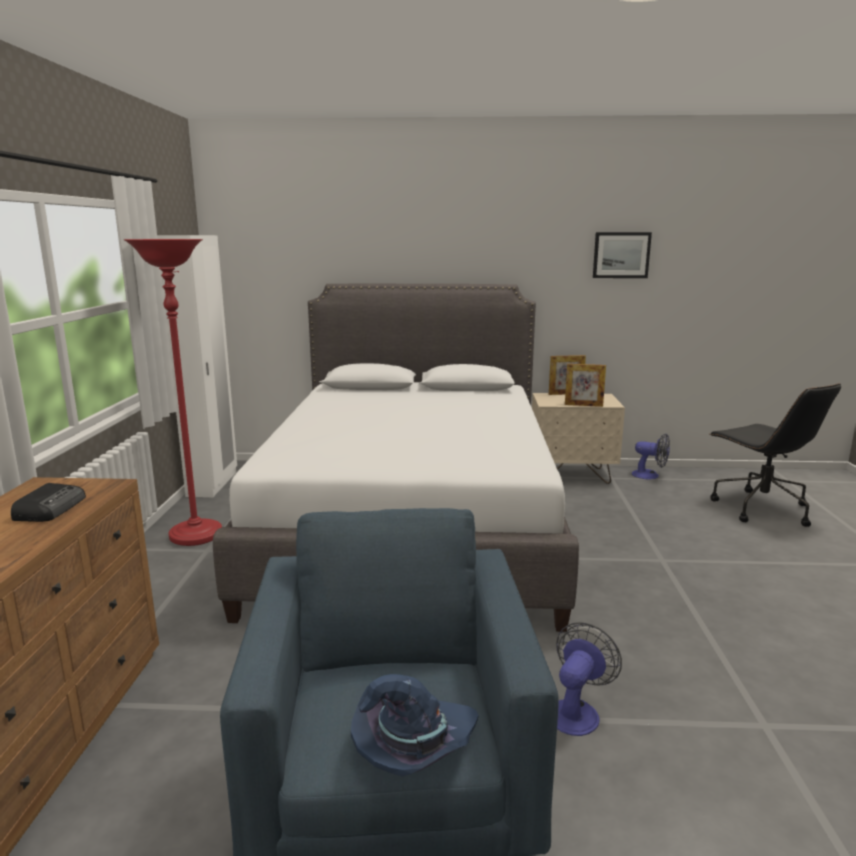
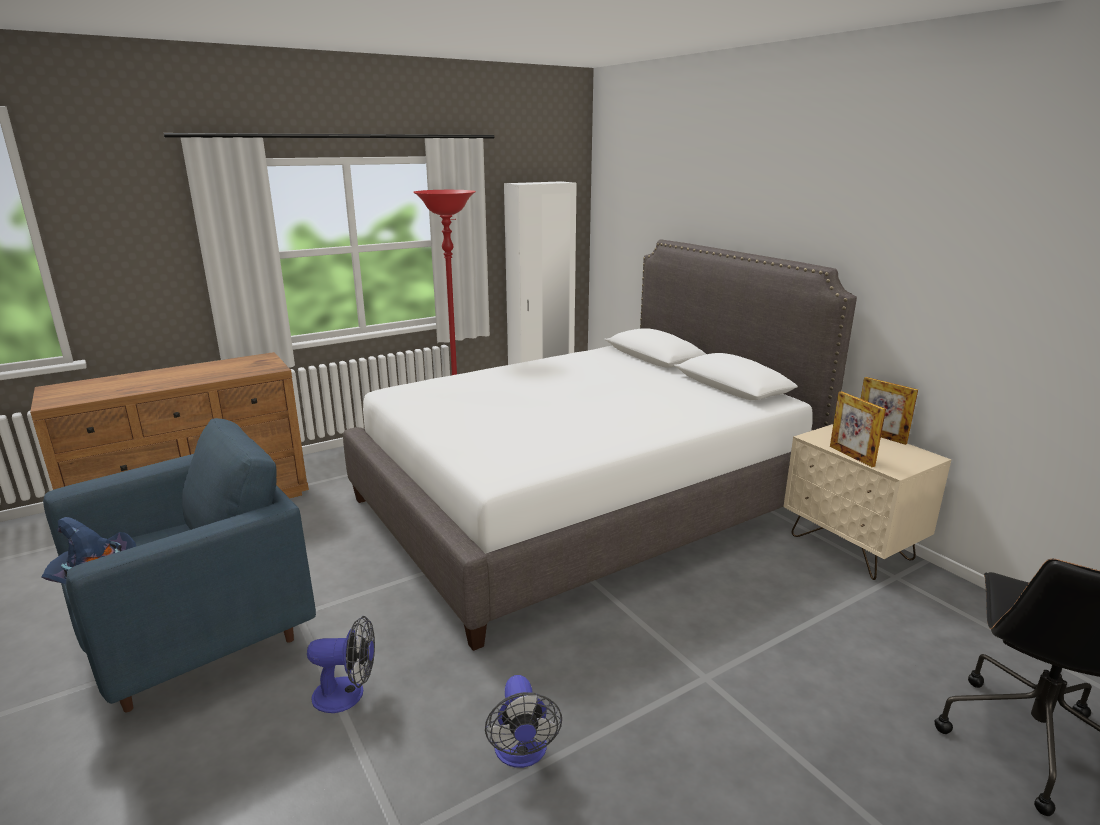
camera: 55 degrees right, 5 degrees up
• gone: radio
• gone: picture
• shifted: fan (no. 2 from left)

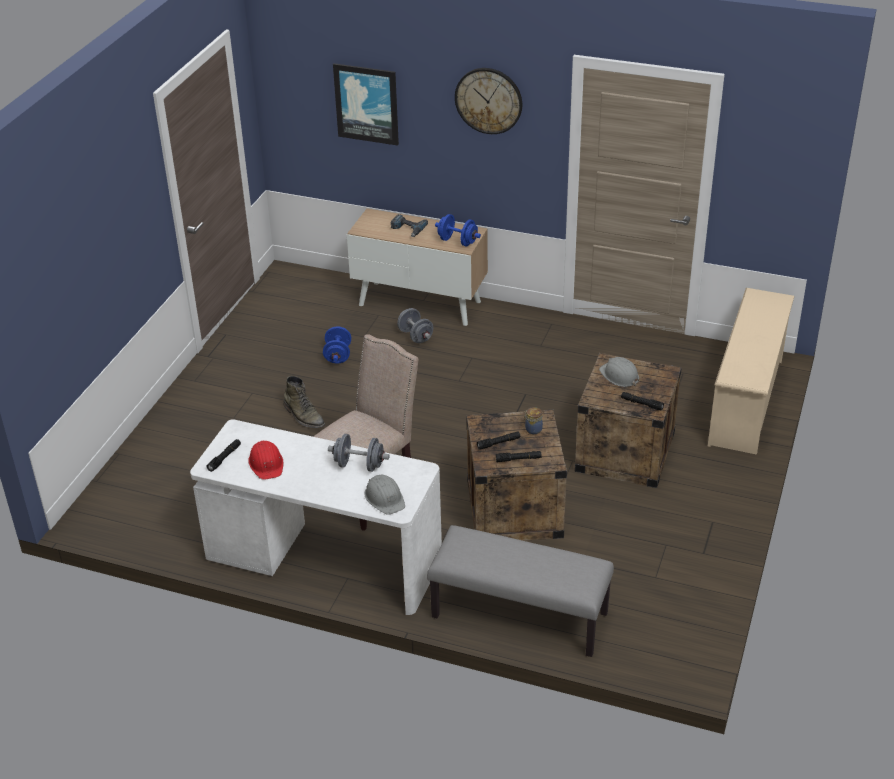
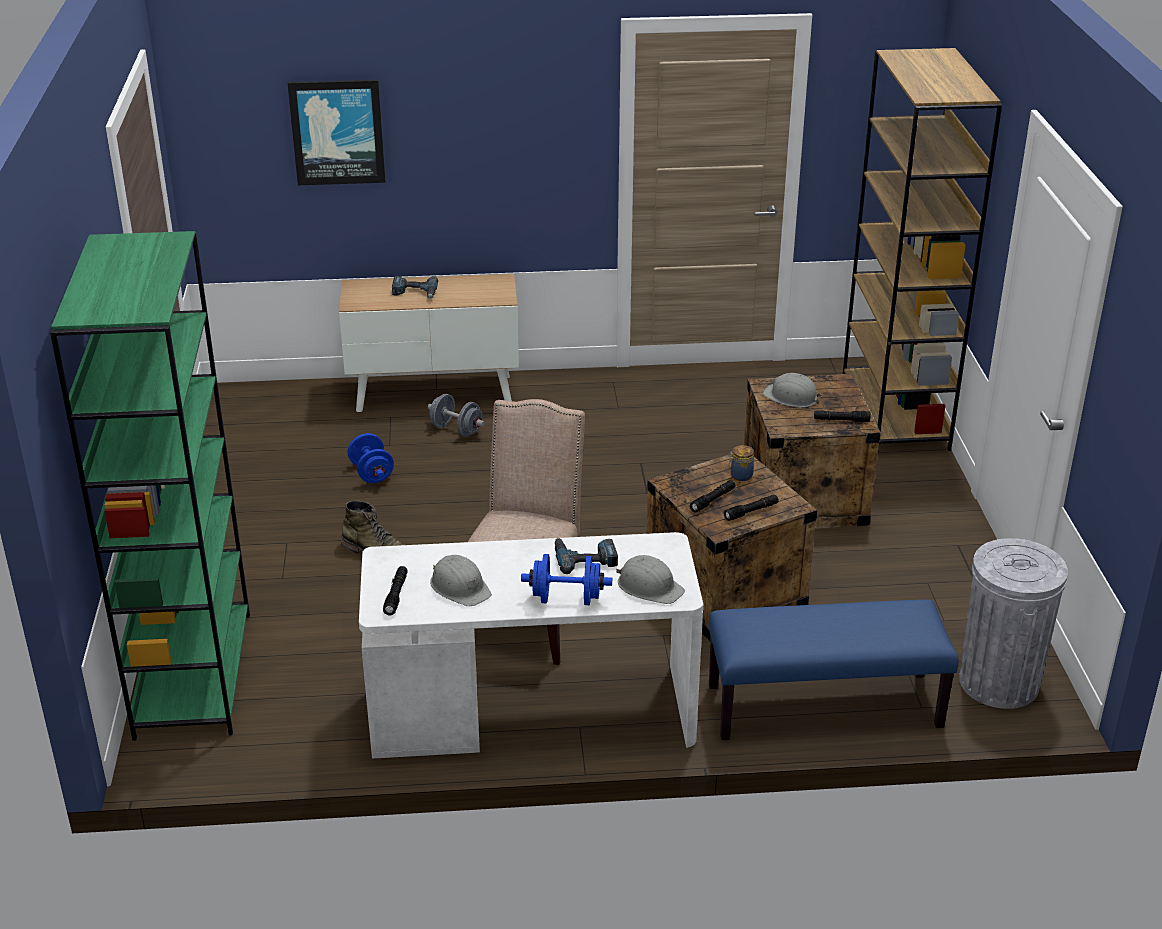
camera: 25 degrees left, 5 degrees down
• repainted: red safety helmet to grey safety helmet (no. 1 from left)
• swapped: grey hand weight (no. 1 from left) to drill (no. 2 from left)
• repainted: grey bench to blue bench
• shifted: blue hand weight (no. 2 from left)
• gone: hanging clock
• swapped: sand-coloured shoe stand to brown-coloured bookshelf
• new: green-coloured bookshelf
• new: grey waste bin

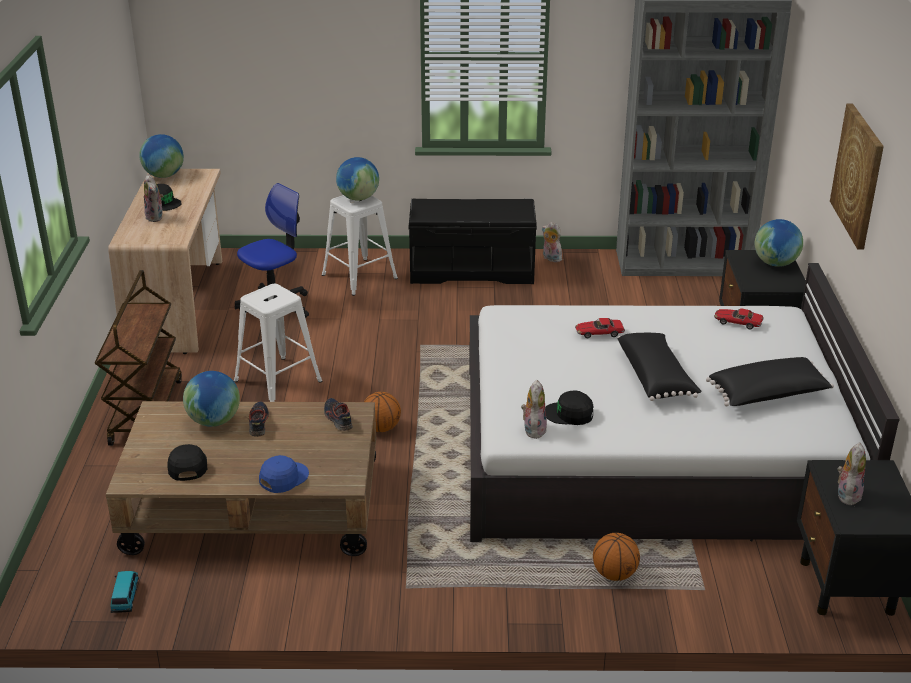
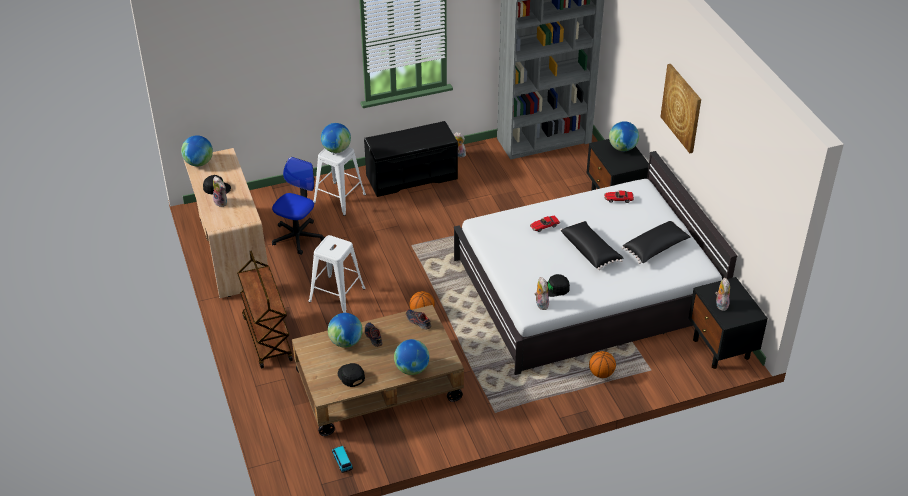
camera: 20 degrees left, 10 degrees up
• swapped: blue baseball cap to globe (no. 4 from left)

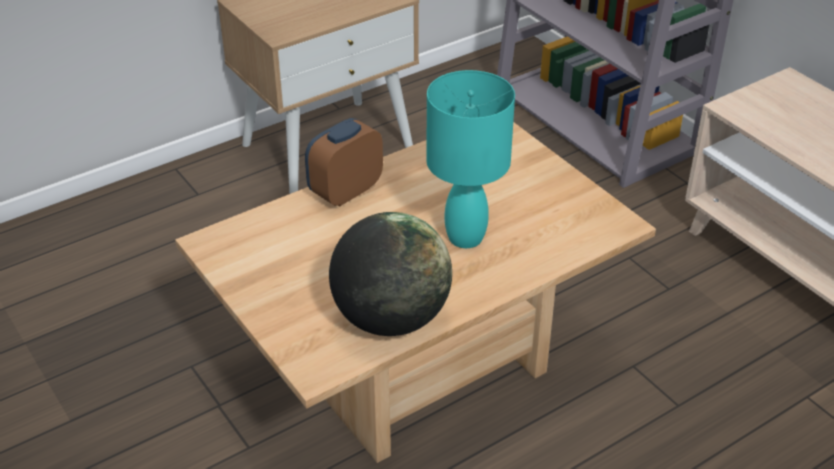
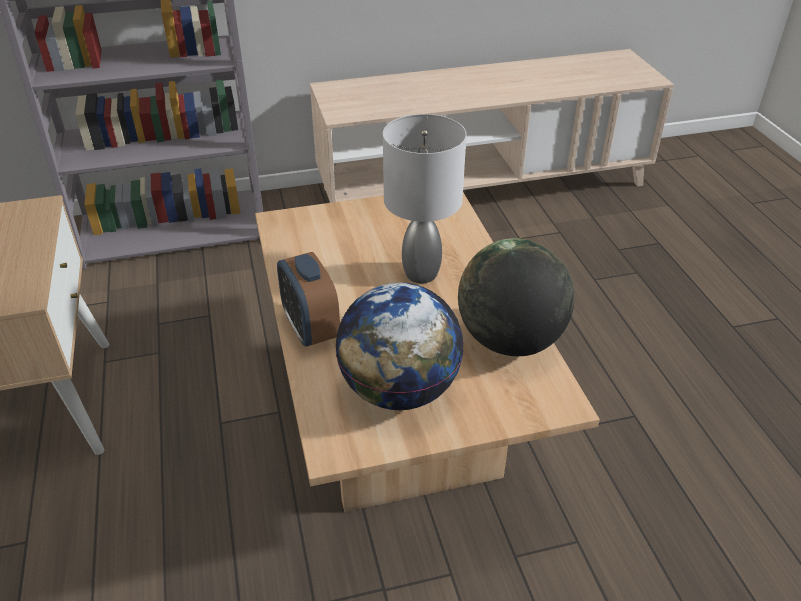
camera: 70 degrees left, 0 degrees up
• repainted: turquoise-coloured table lamp to grey table lamp
• new: globe (no. 1 from left)

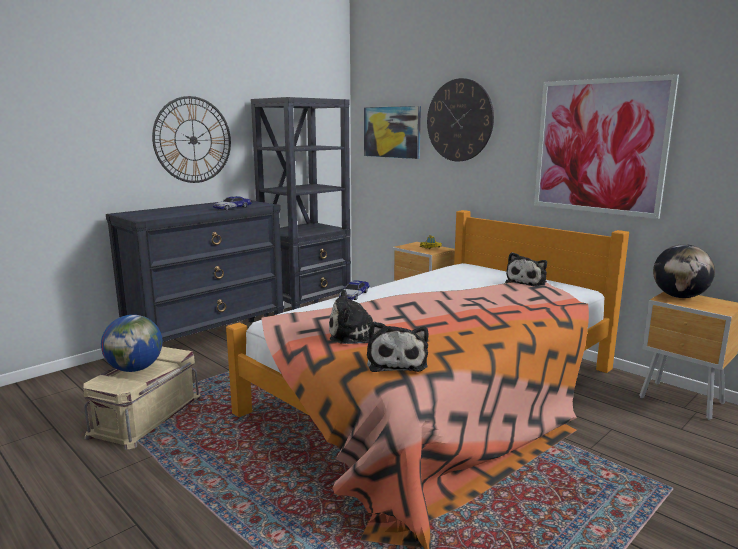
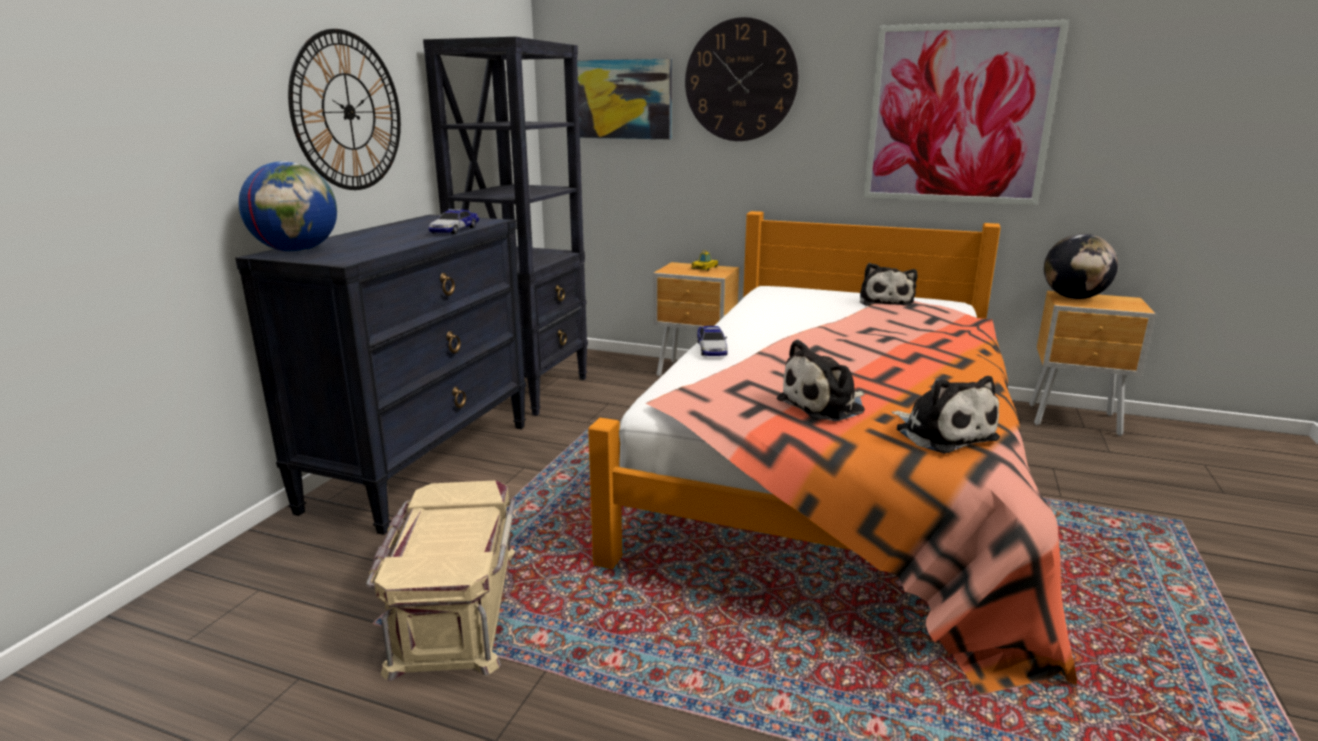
camera: 25 degrees left, 5 degrees up
• shifted: globe (no. 1 from left)

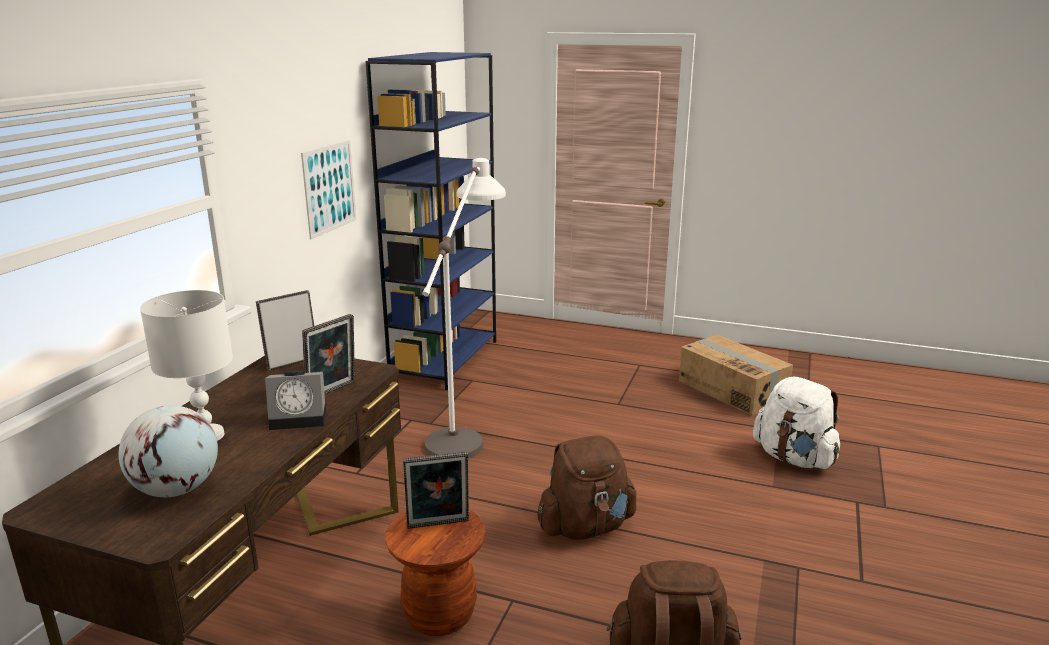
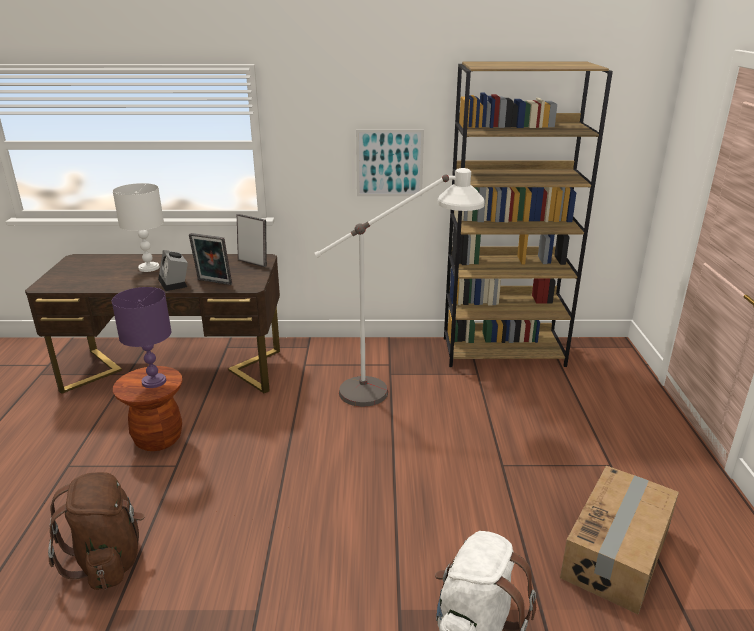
camera: 70 degrees right, 5 degrees up
• gone: globe
• repainted: blue bookshelf to brown-coloured bookshelf
• swapped: picture frame (no. 3 from left) to purple table lamp
• gone: brown-coloured rucksack (no. 1 from left)

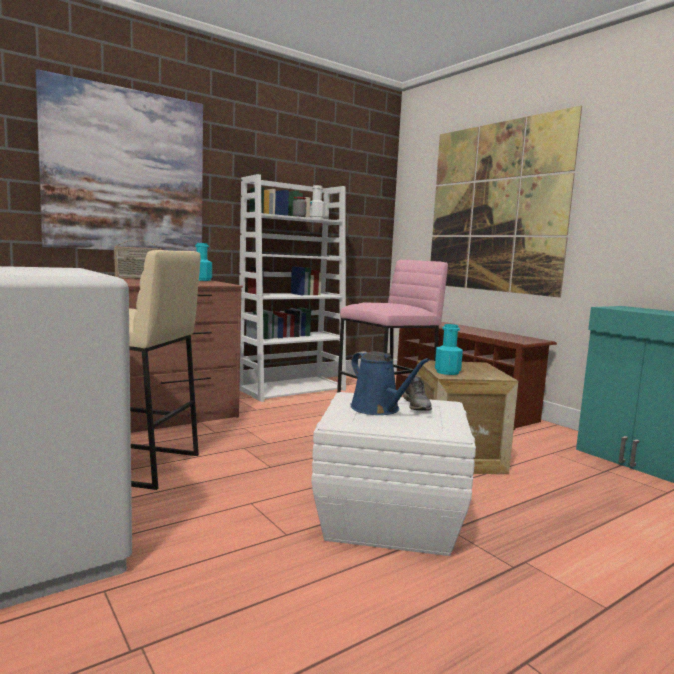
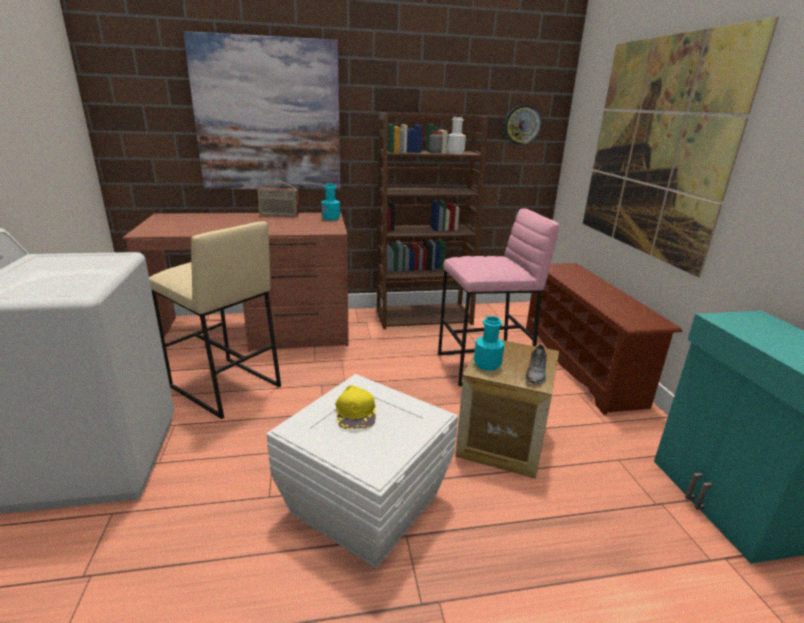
camera: 25 degrees right, 15 degrees up
• repainted: white bookshelf to brown-coloured bookshelf
• swapped: blue watering can to yellow baseball cap
• shifted: grey item of footwear
• new: hanging clock

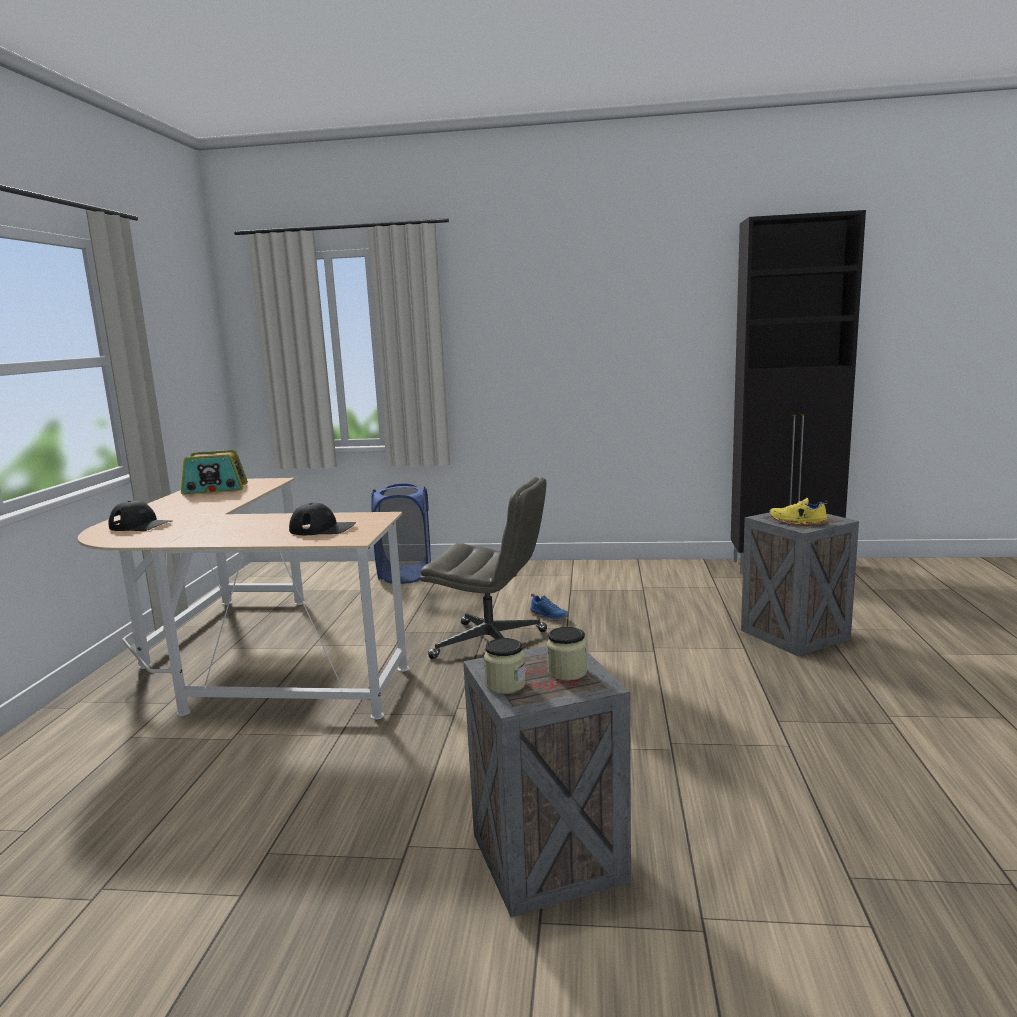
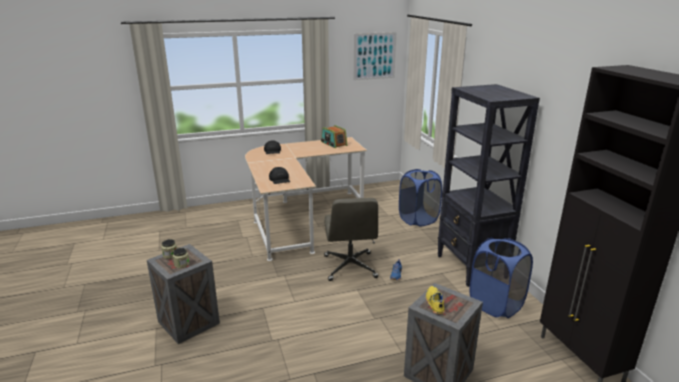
camera: 65 degrees right, 10 degrees up
• new: picture
• new: black bookshelf
• new: blue washing basket (no. 2 from left)

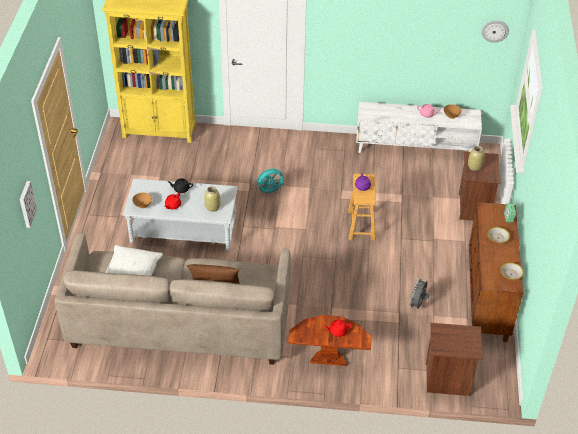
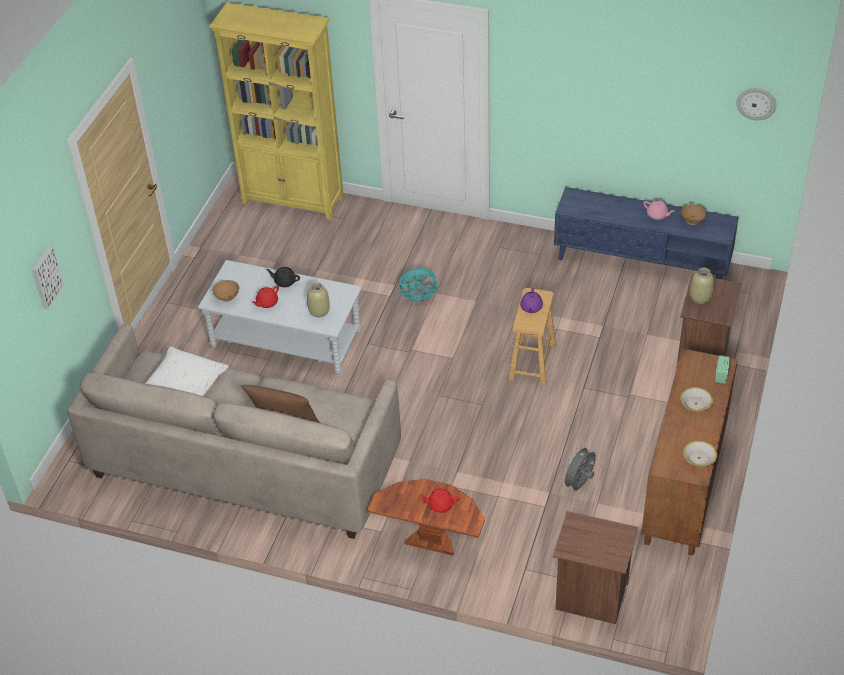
camera: 15 degrees right, 0 degrees up
• repainted: white tv stand to blue tv stand

